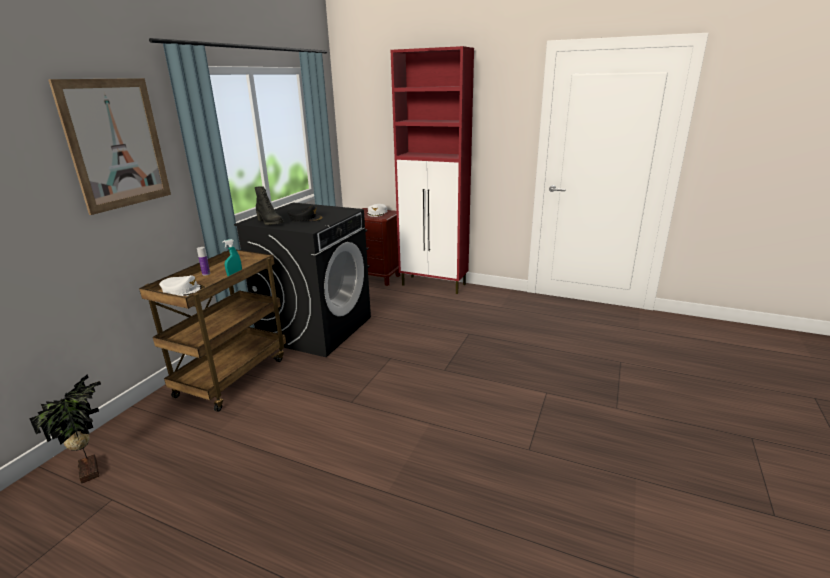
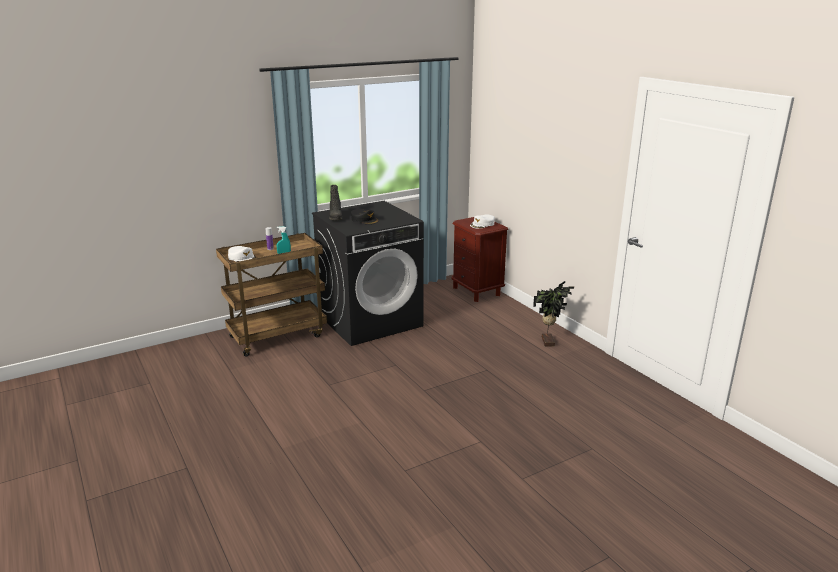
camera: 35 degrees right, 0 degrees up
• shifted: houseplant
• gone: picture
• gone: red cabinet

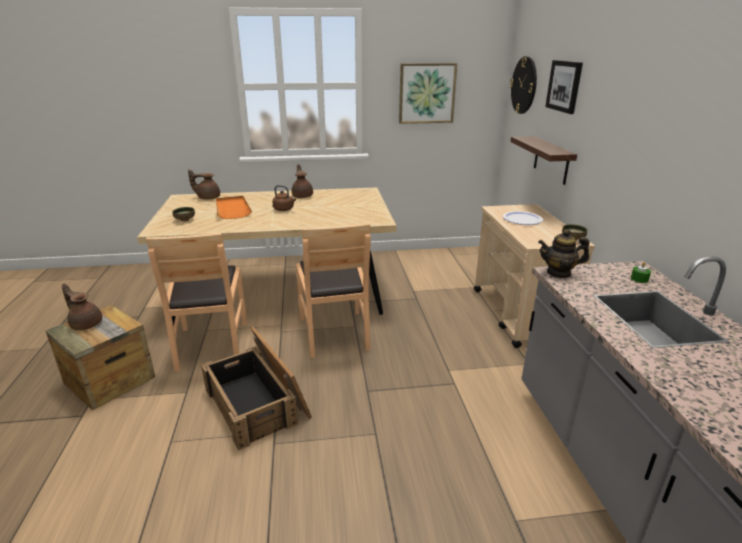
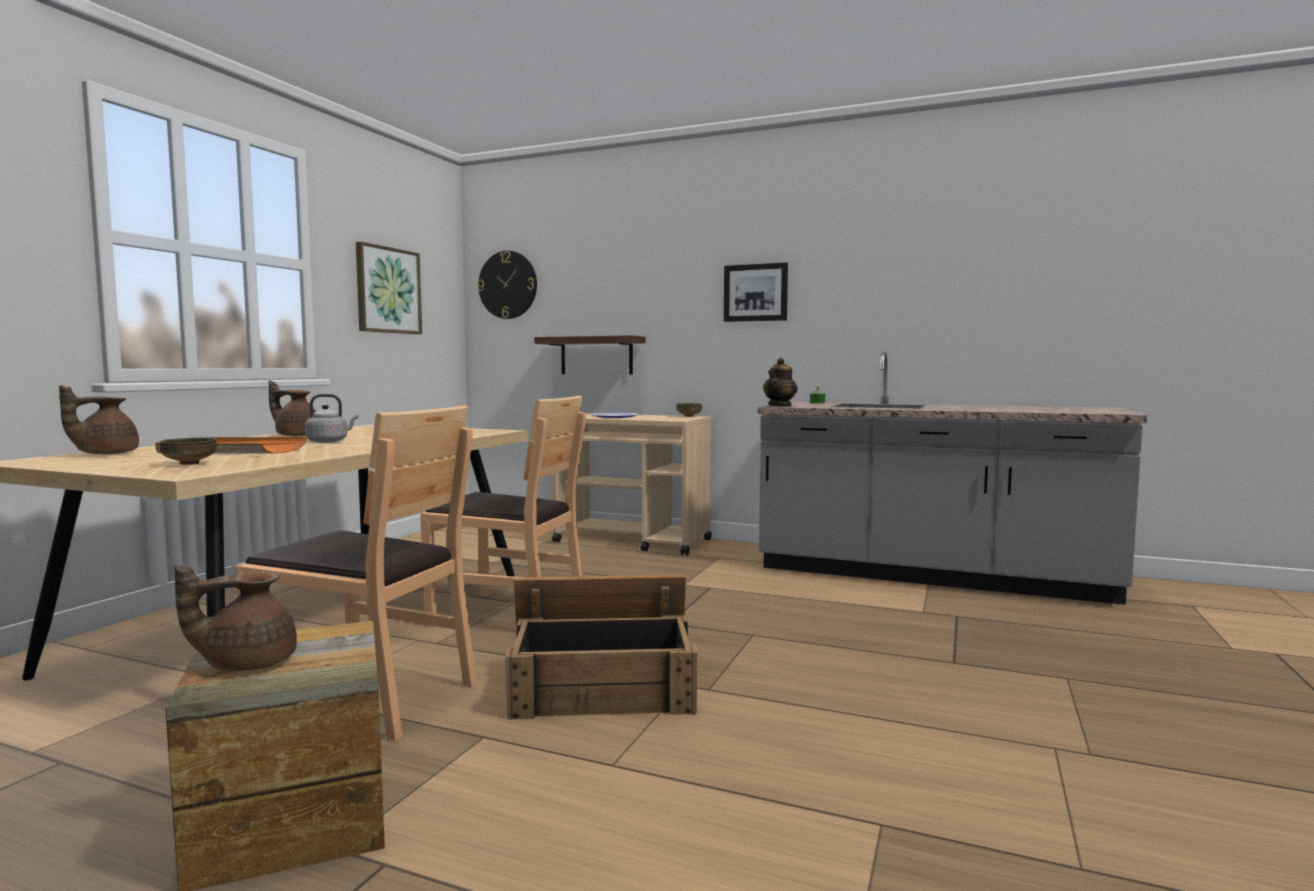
camera: 60 degrees left, 20 degrees down
• repainted: brown-coloured tea kettle to grey tea kettle
• shifted: picture (no. 2 from left)

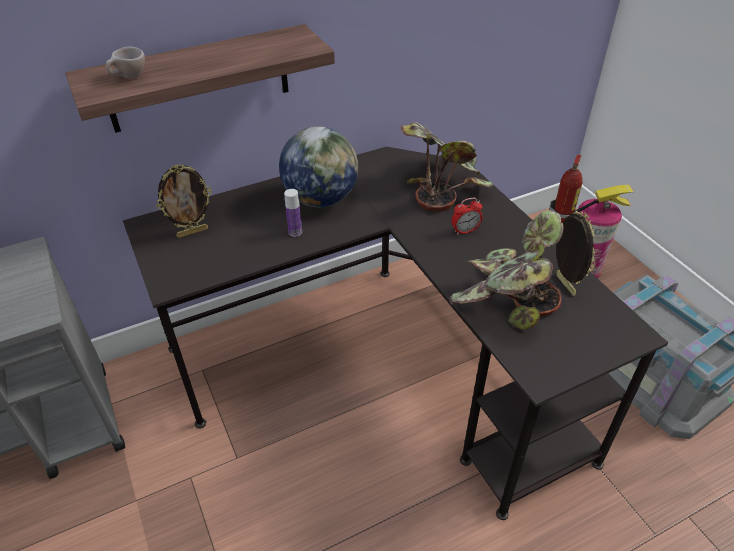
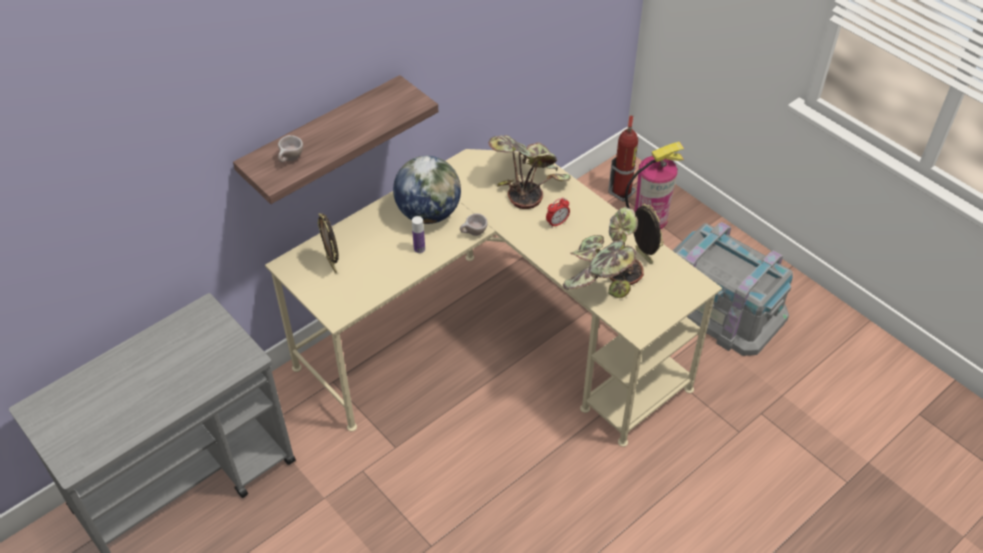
camera: 15 degrees left, 5 degrees up
• repainted: black desk table to sand-coloured desk table
• rotated: picture frame (no. 1 from left) 105 degrees clockwise
• new: sand-coloured small cup (no. 2 from left)

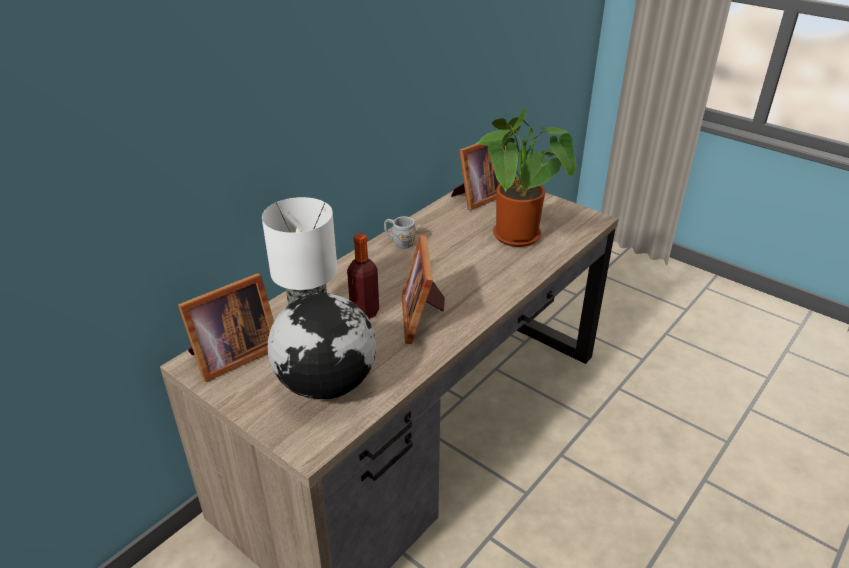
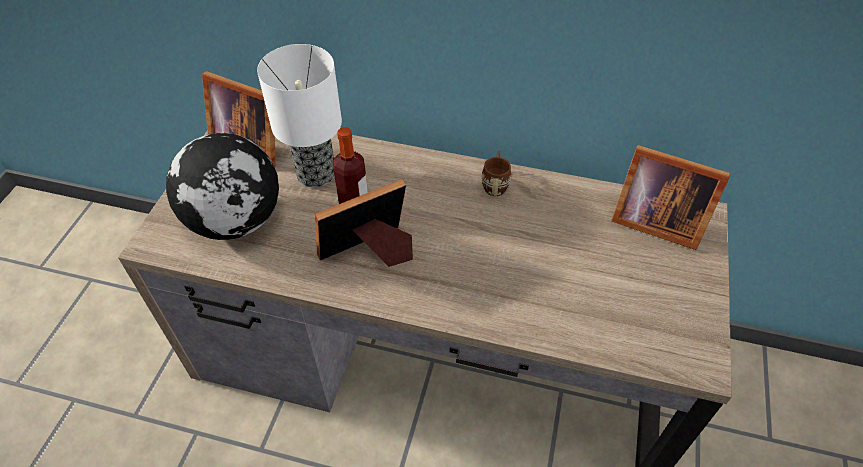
camera: 65 degrees right, 15 degrees up
• repainted: grey coffee mug to brown-coloured coffee mug
• gone: houseplant

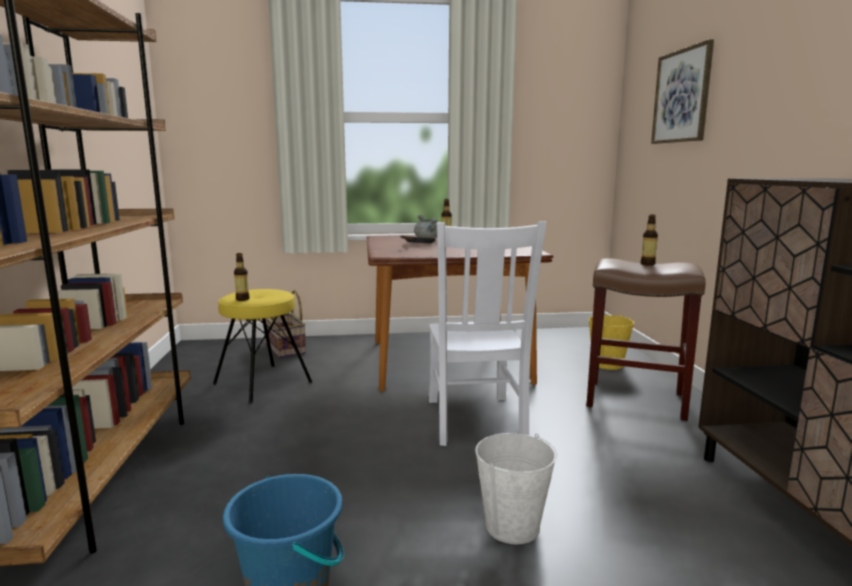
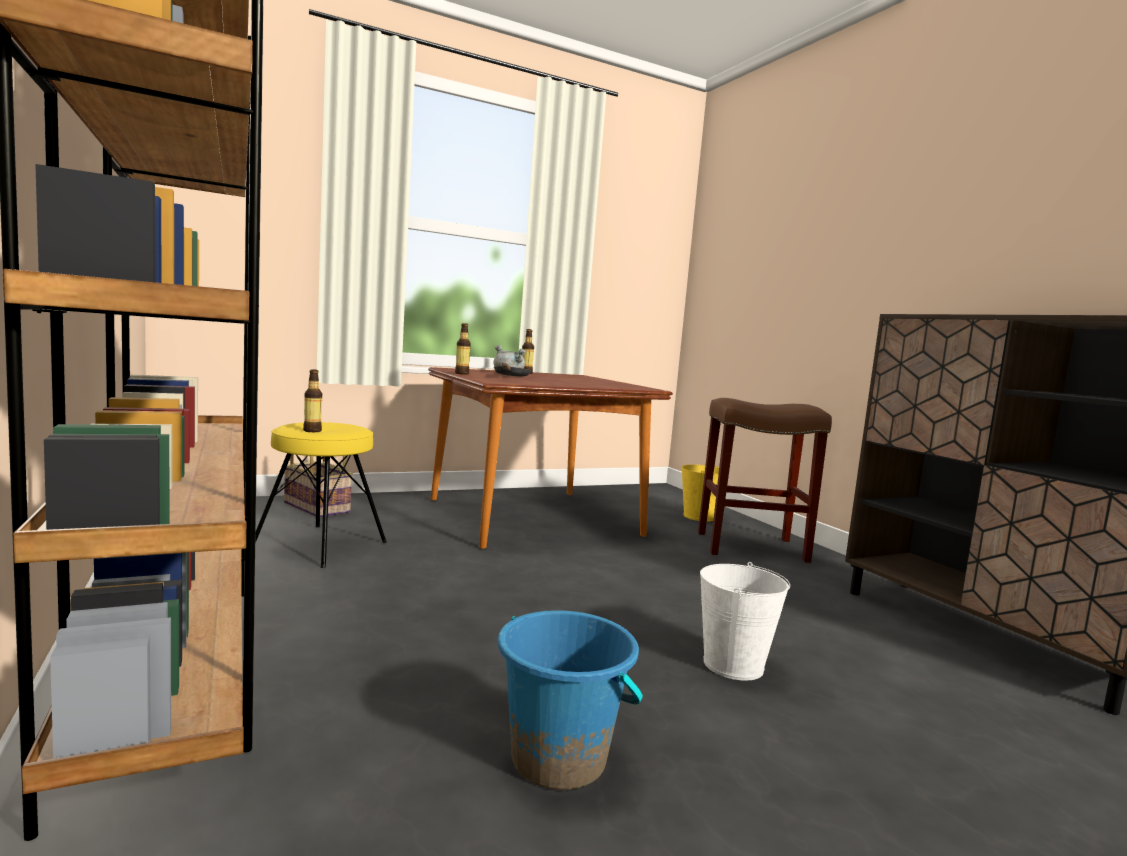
camera: 20 degrees left, 5 degrees down
• gone: white upright chair
• shifted: bottle (no. 3 from left in the first image) to bottle (no. 2 from left)
• gone: picture

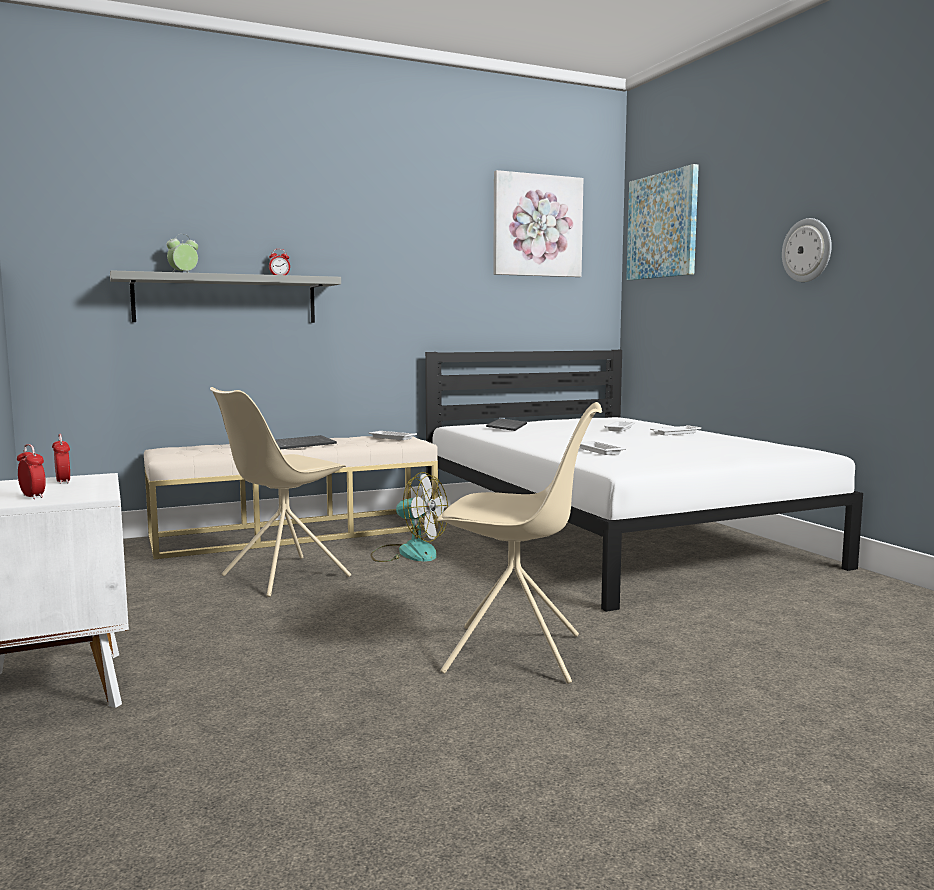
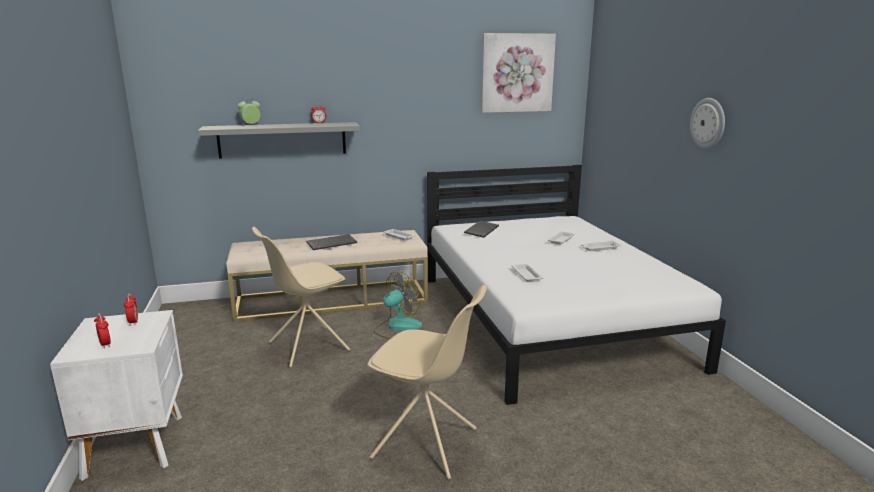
camera: 10 degrees right, 10 degrees up
• rotated: fan 75 degrees counterclockwise
• gone: picture (no. 2 from left)

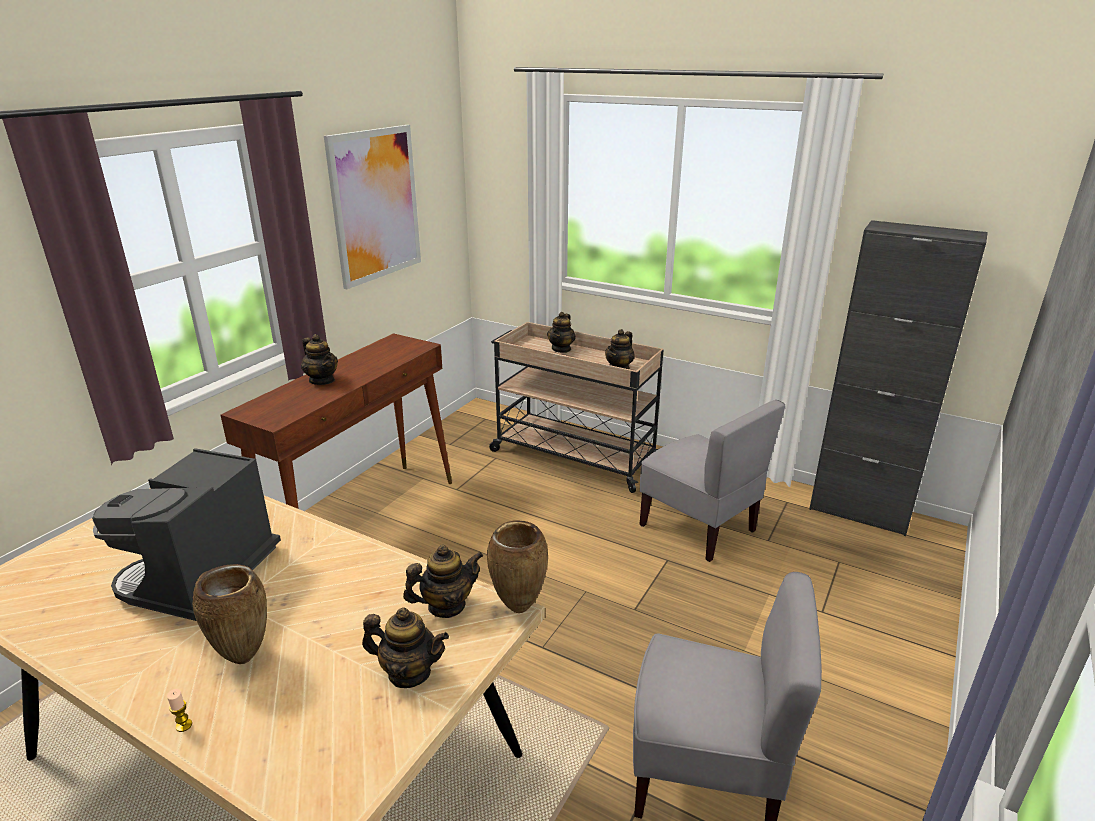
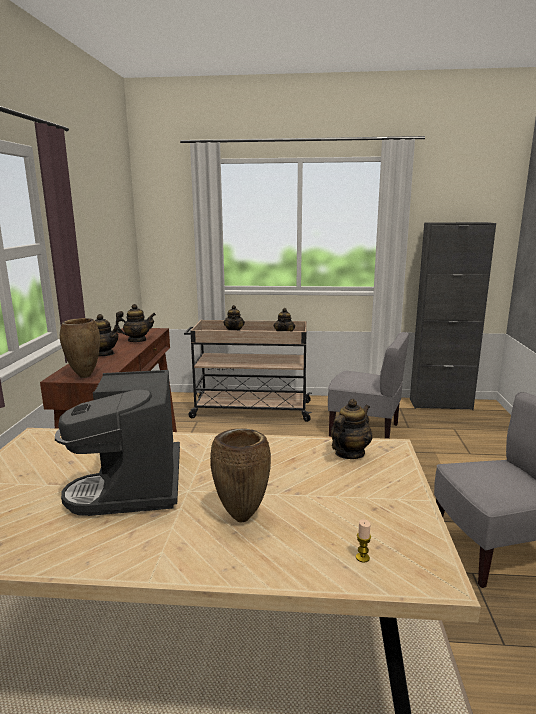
camera: 25 degrees left, 10 degrees down
• shifted: wax candle
• gone: picture
• shifted: pot for tea (no. 2 from left)
• shifted: brown-coloured decorative vase (no. 2 from left in the first image) to brown-coloured decorative vase (no. 1 from left)

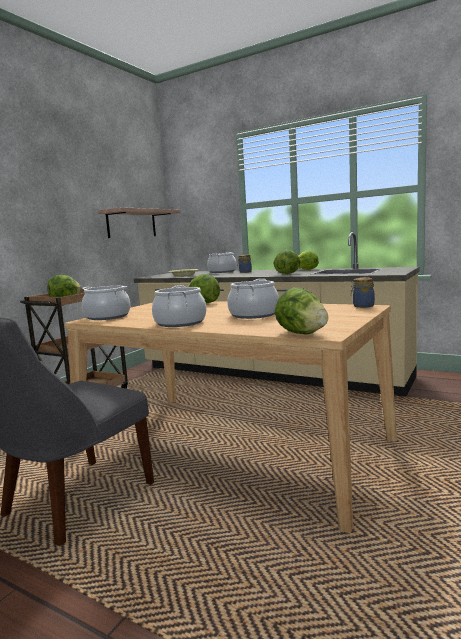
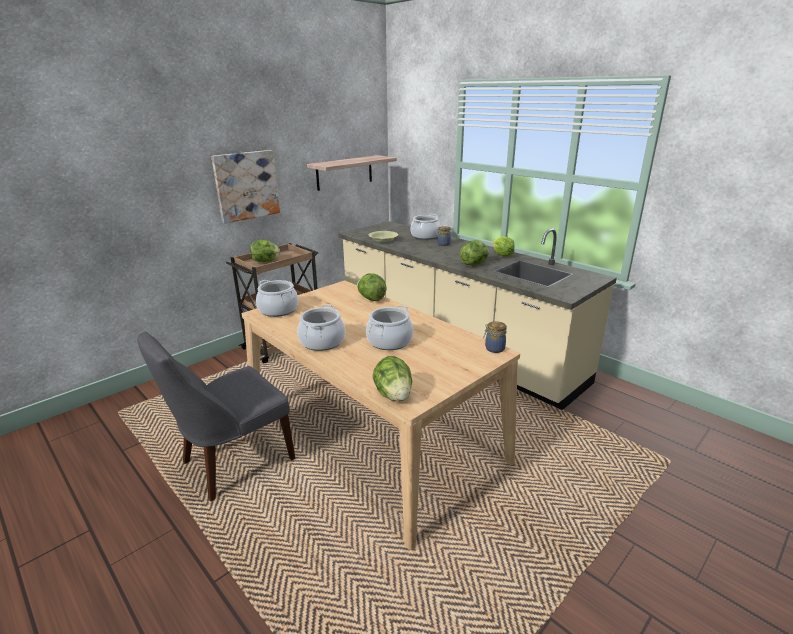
camera: 15 degrees right, 15 degrees up
• new: picture

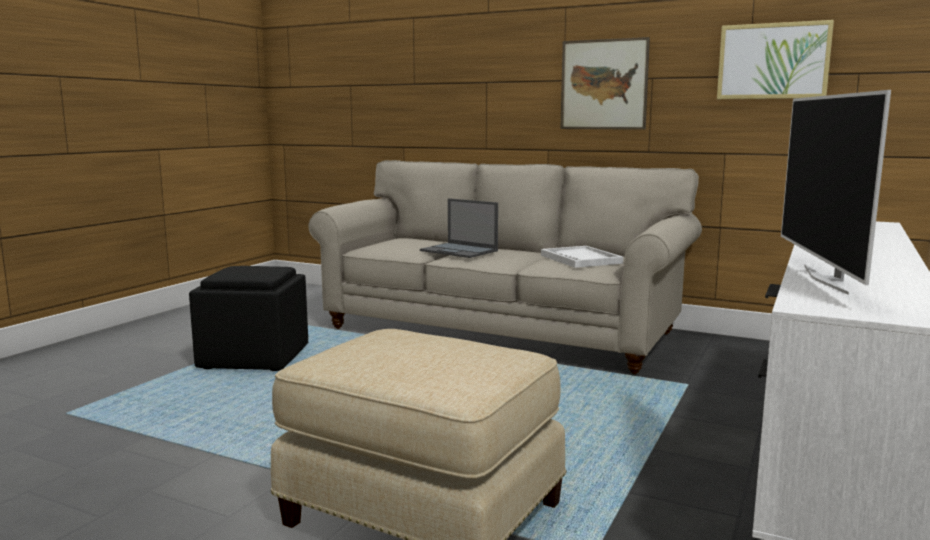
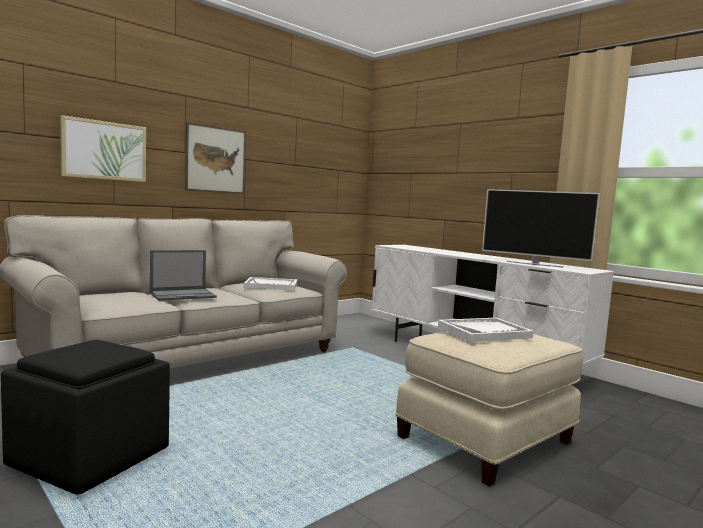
camera: 70 degrees left, 5 degrees down
• shifted: picture (no. 2 from left in the first image) to picture (no. 1 from left)
• new: white tray (no. 2 from left)

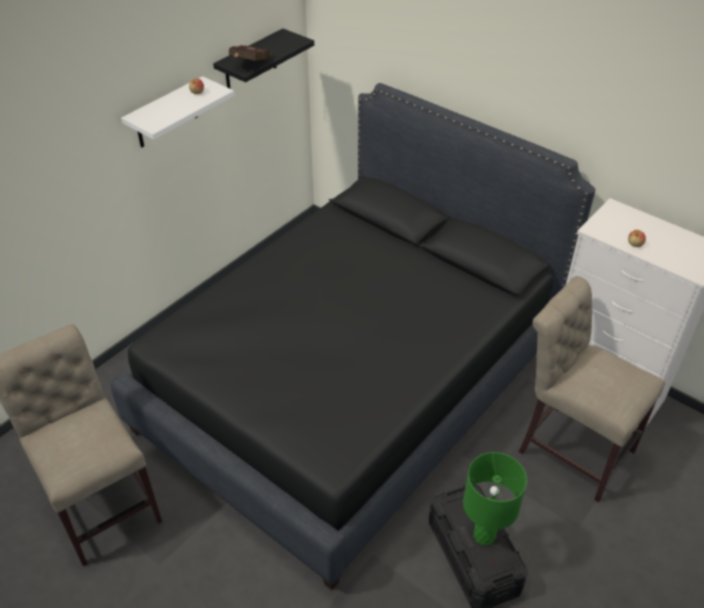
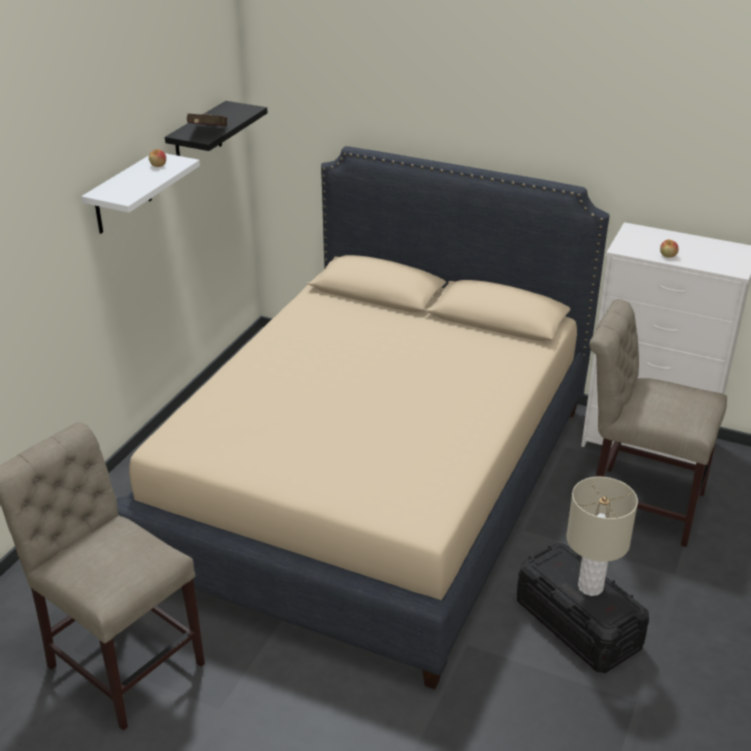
camera: 15 degrees left, 10 degrees down
• repainted: black bed to sand-coloured bed
• repainted: green-coloured table lamp to sand-coloured table lamp

